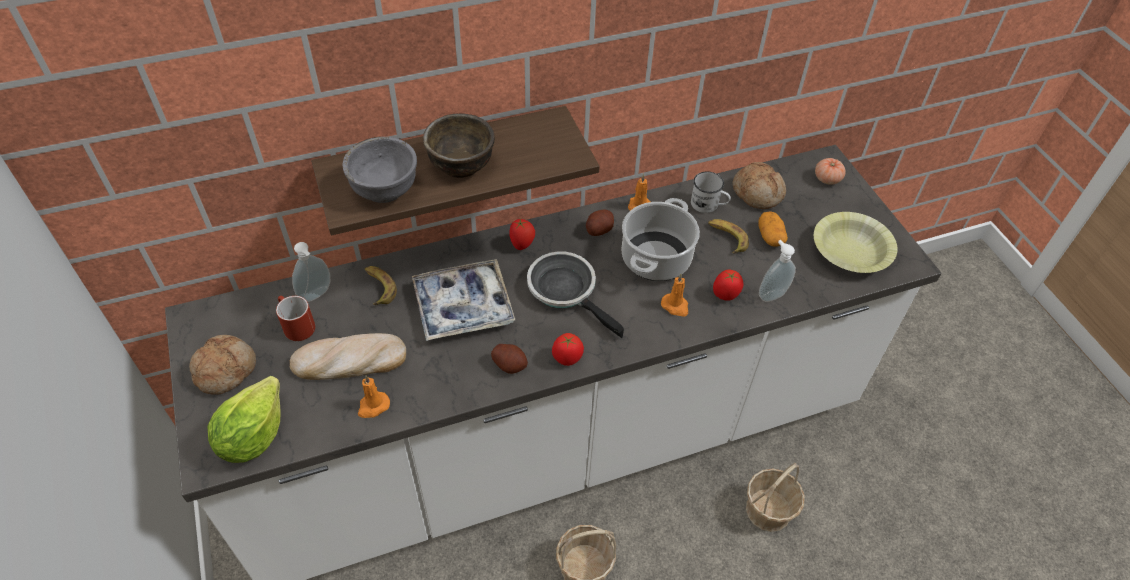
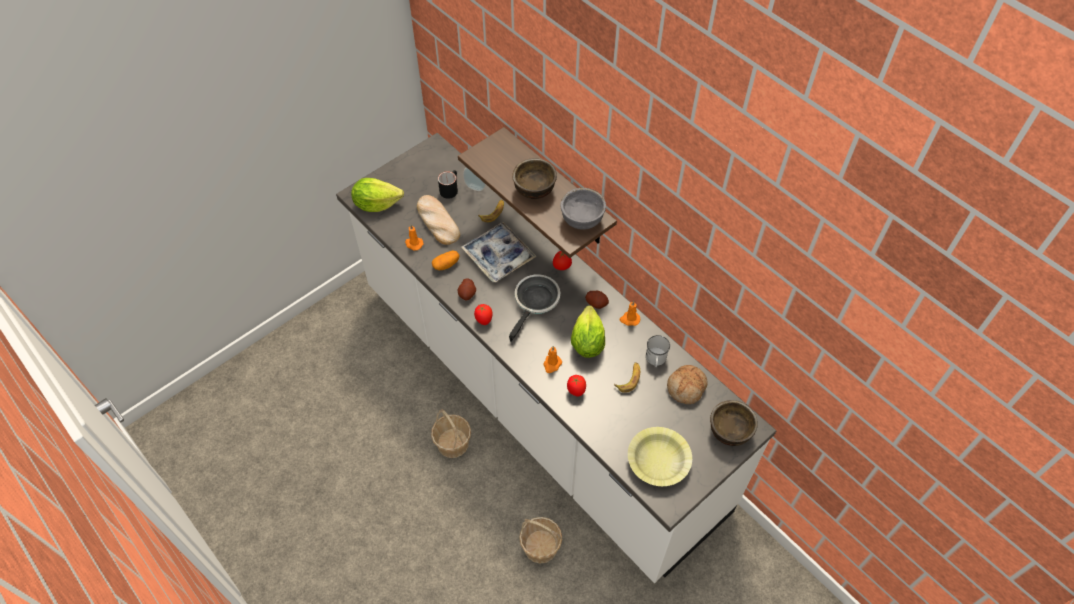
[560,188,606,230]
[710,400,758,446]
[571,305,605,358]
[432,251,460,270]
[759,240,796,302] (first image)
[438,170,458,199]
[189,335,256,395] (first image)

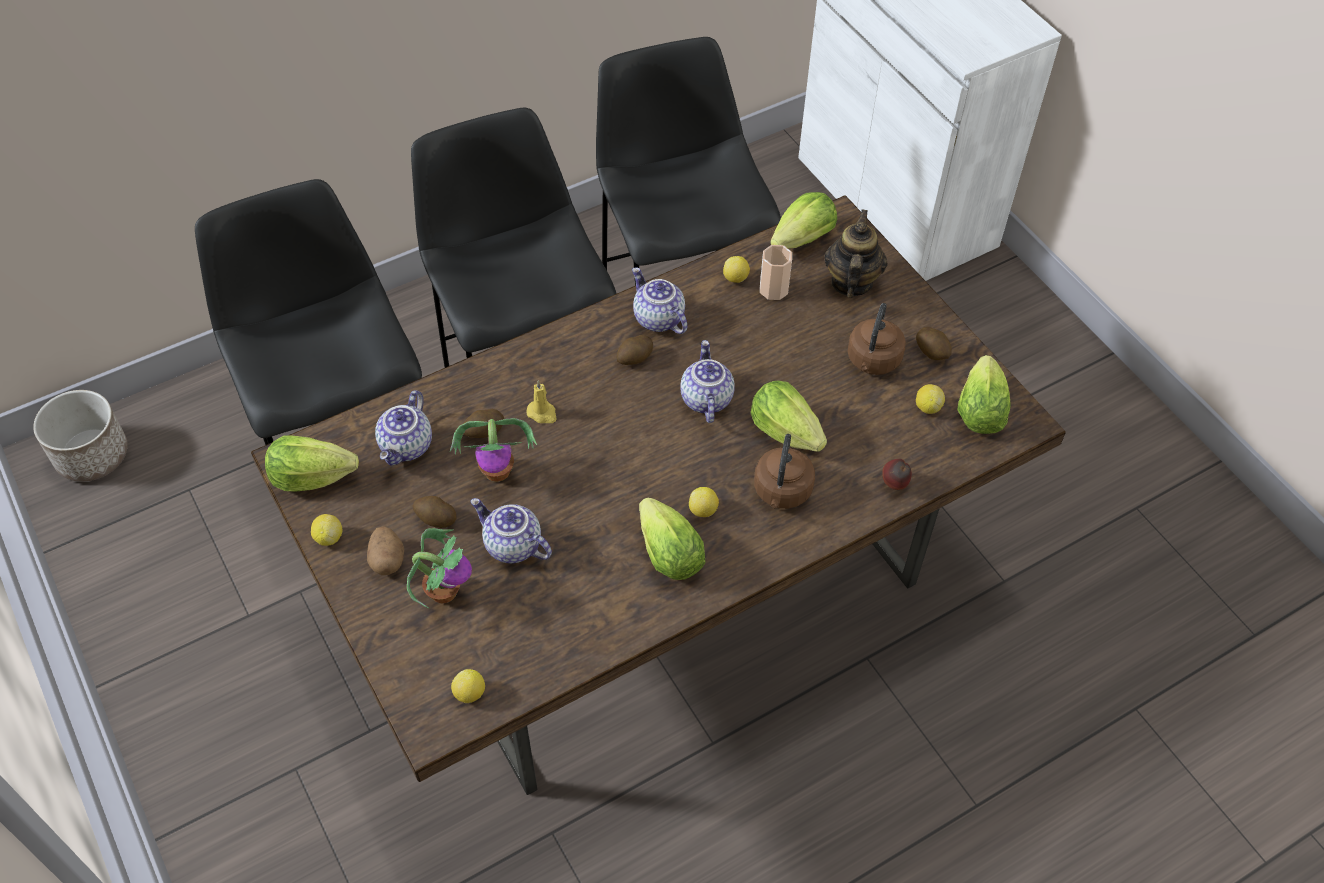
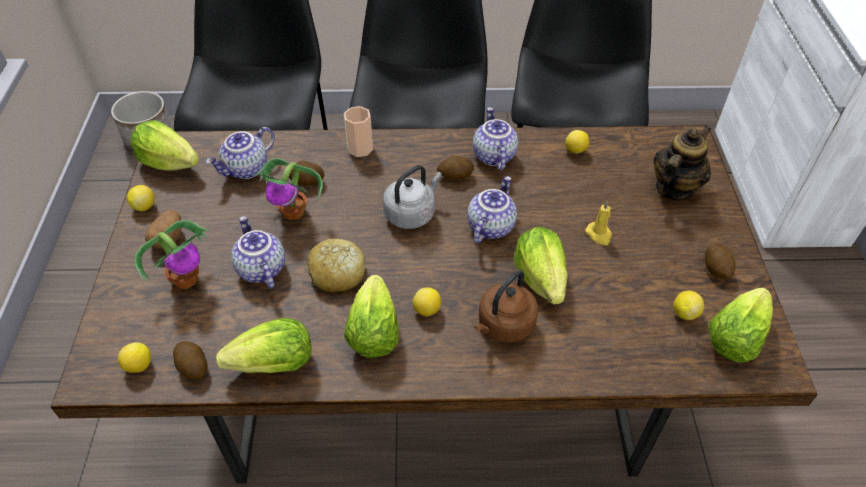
[216,318,311,373]
[344,106,373,157]
[847,303,906,375] (first image)
[585,201,612,245]
[882,459,912,490] (first image)
[173,341,208,380]
[383,165,442,229]
[307,238,365,292]

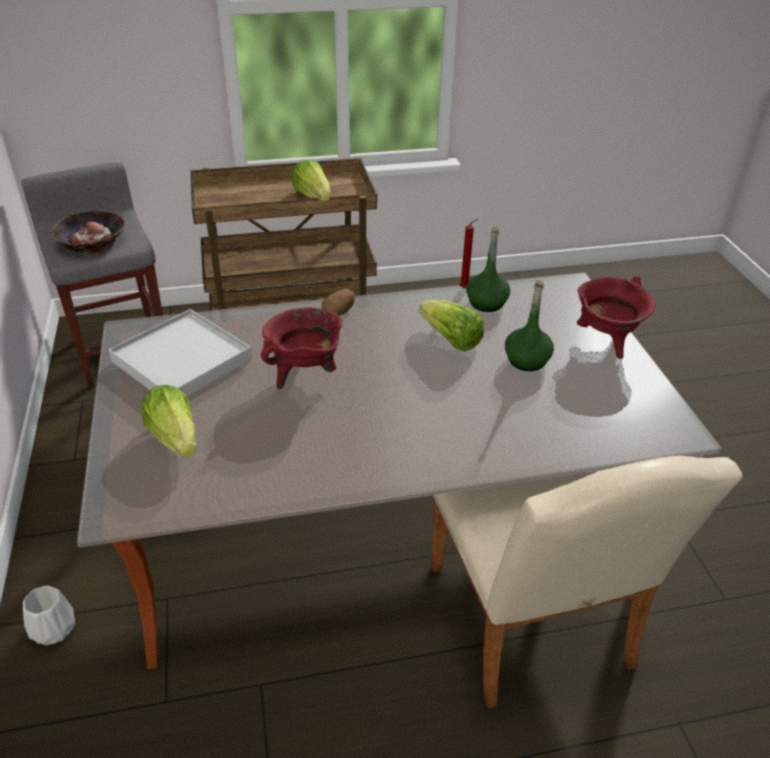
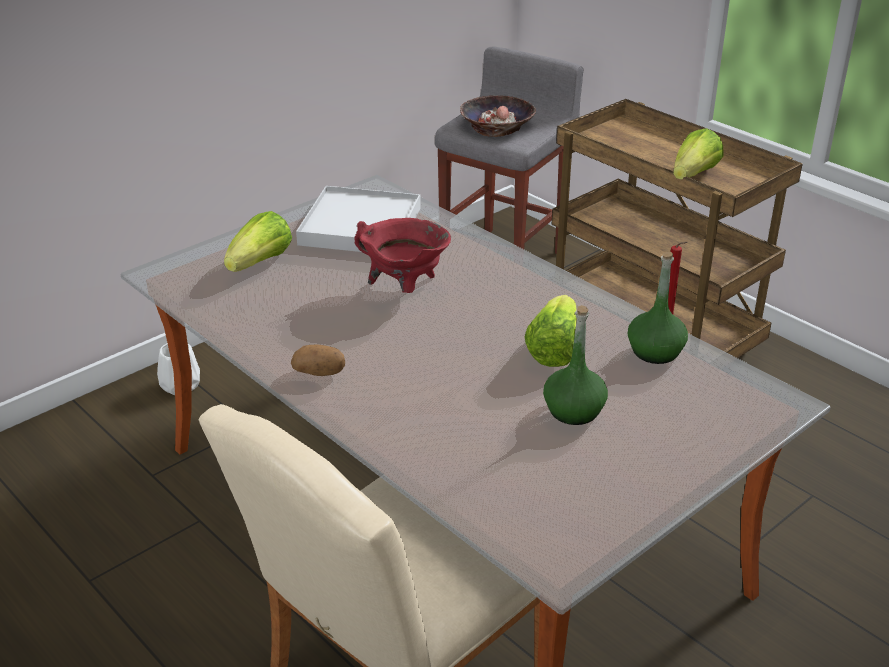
[577,276,655,359] (first image)
[291,345,345,376]

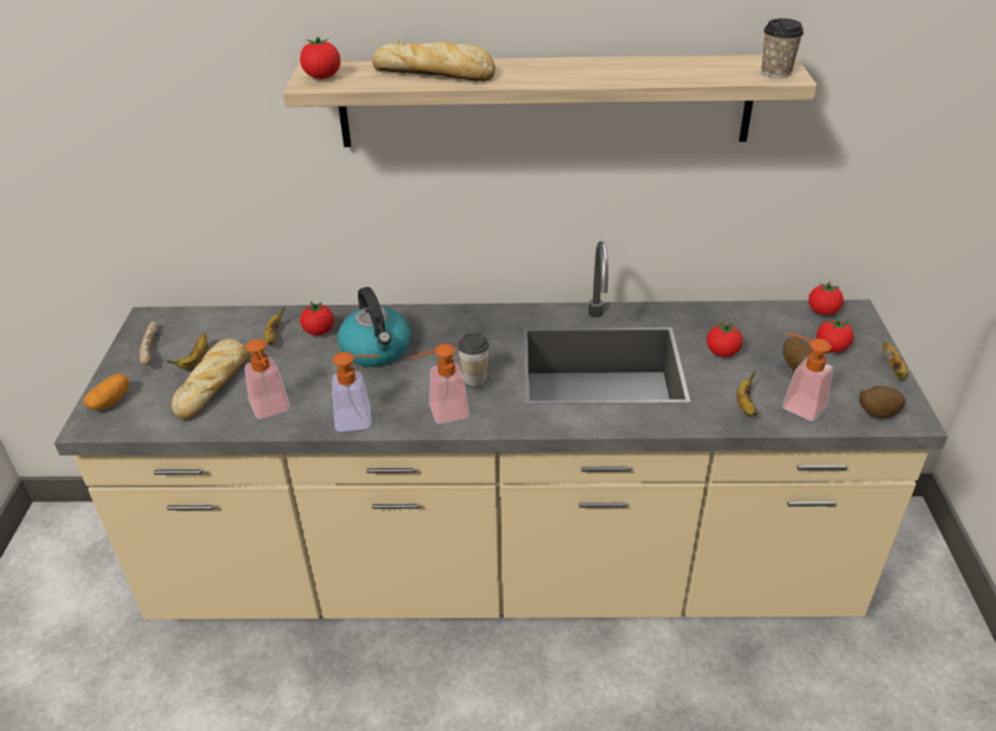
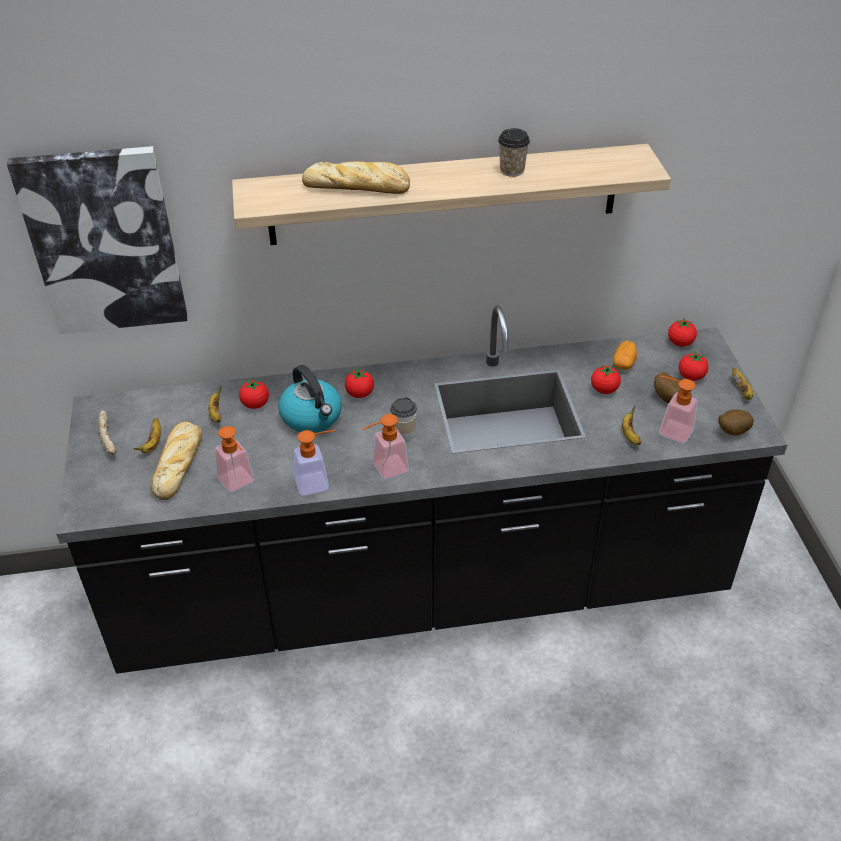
[498,128,530,177]
[345,368,374,398]
[56,306,787,674]
[613,341,637,370]
[7,146,187,334]

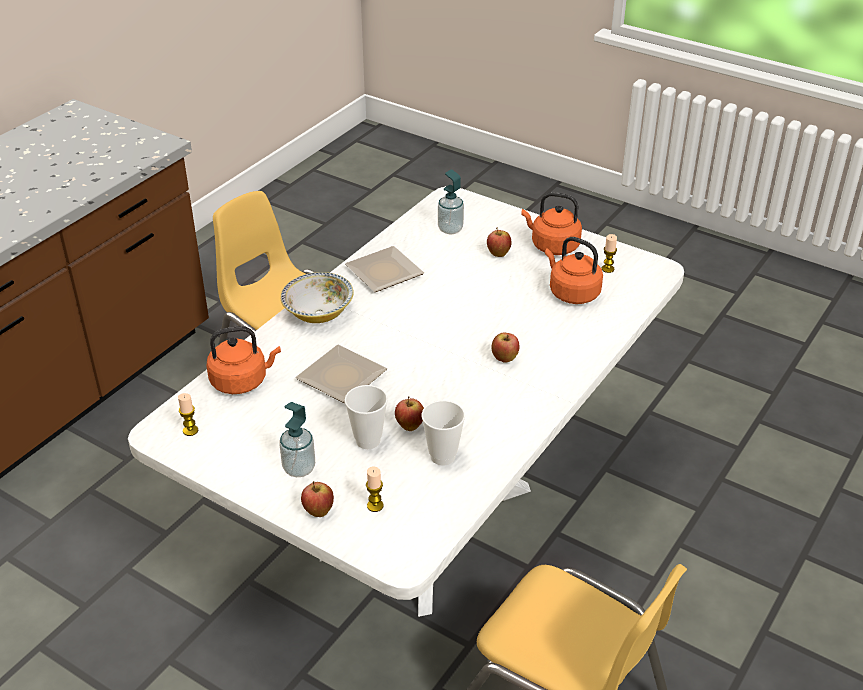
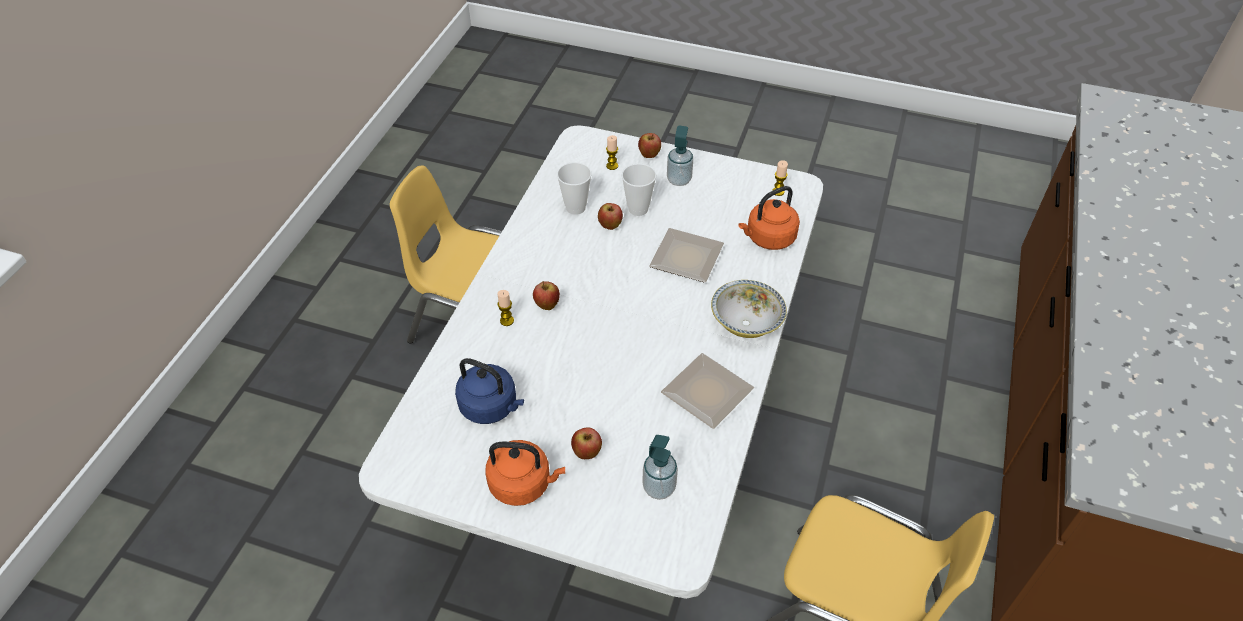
[497,290,514,326]
[455,358,524,424]

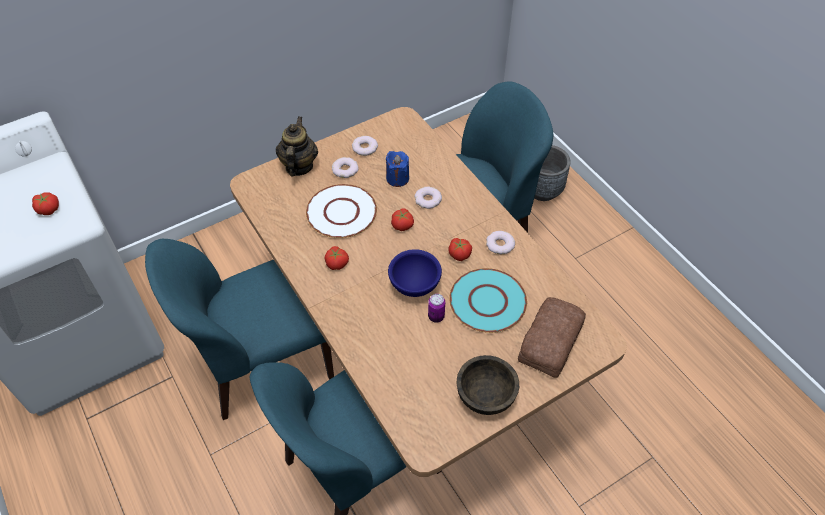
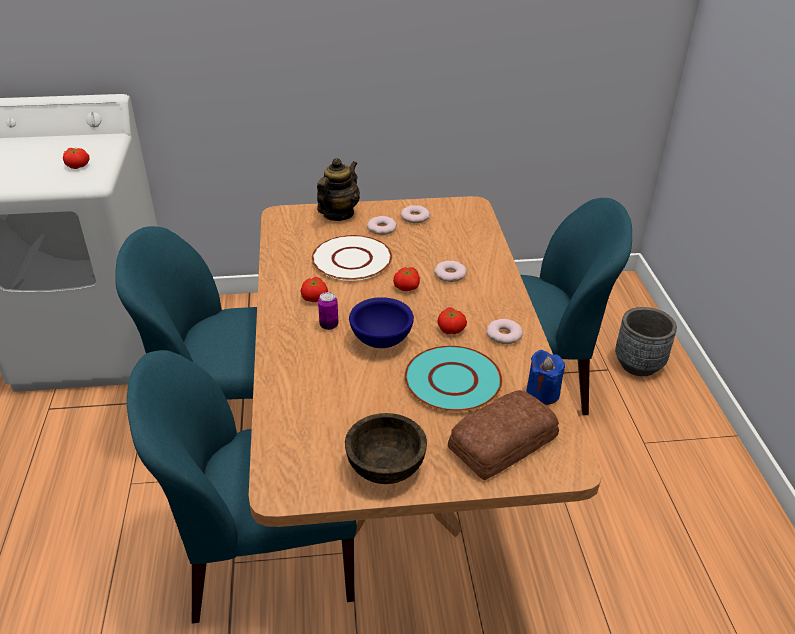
[526,350,565,405]
[318,292,338,330]

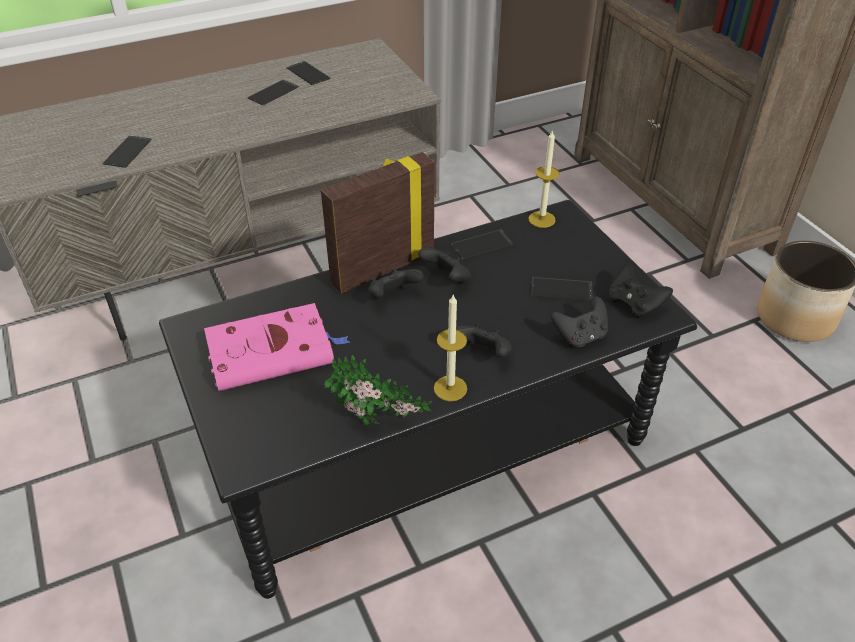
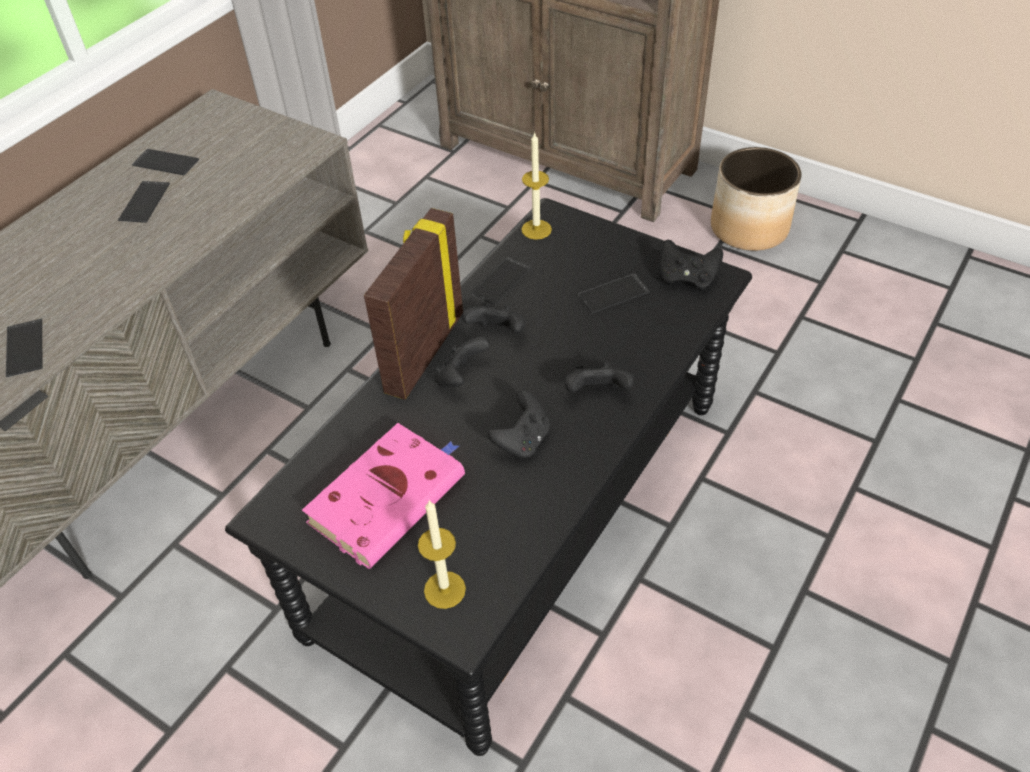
[418,500,466,609]
[488,390,550,459]
[324,355,432,426] (first image)

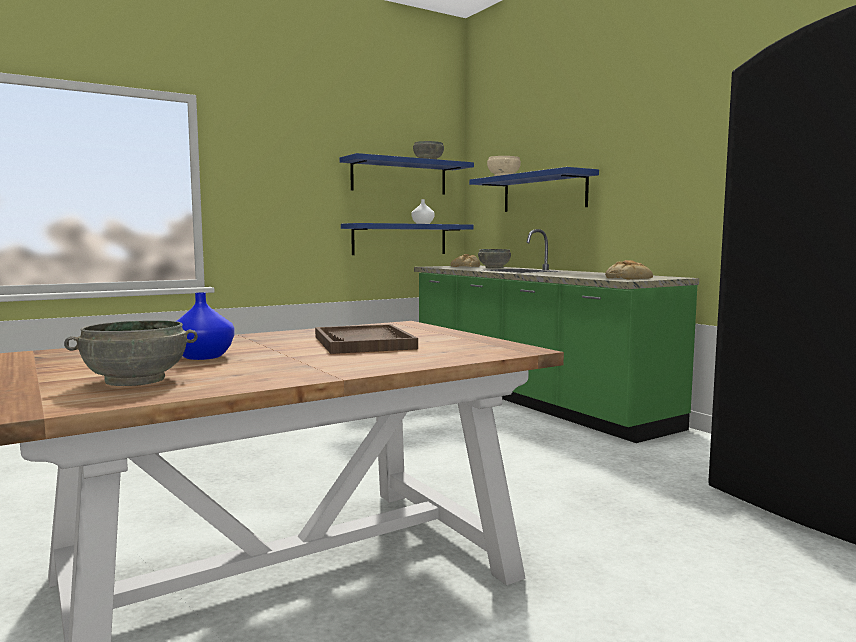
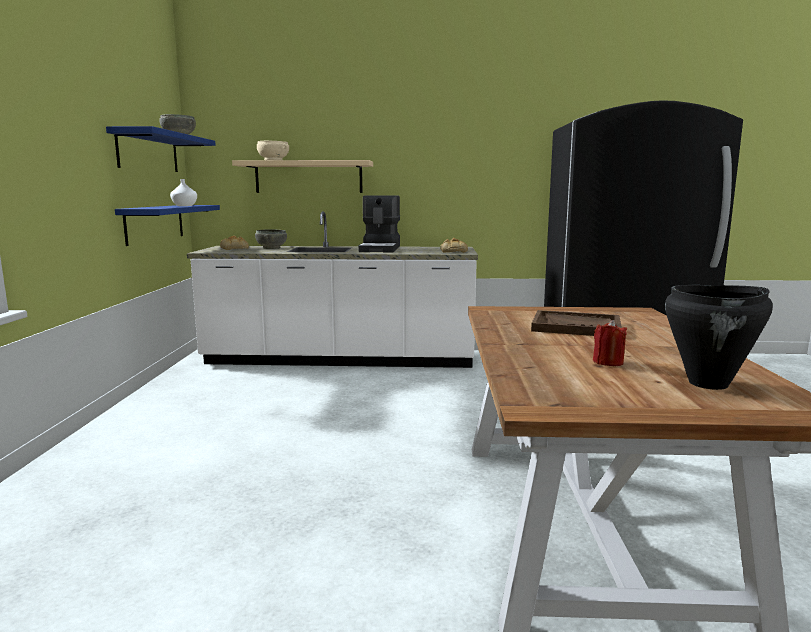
[232,160,373,193]
[187,211,478,368]
[593,320,627,366]
[665,285,773,390]
[359,195,400,253]

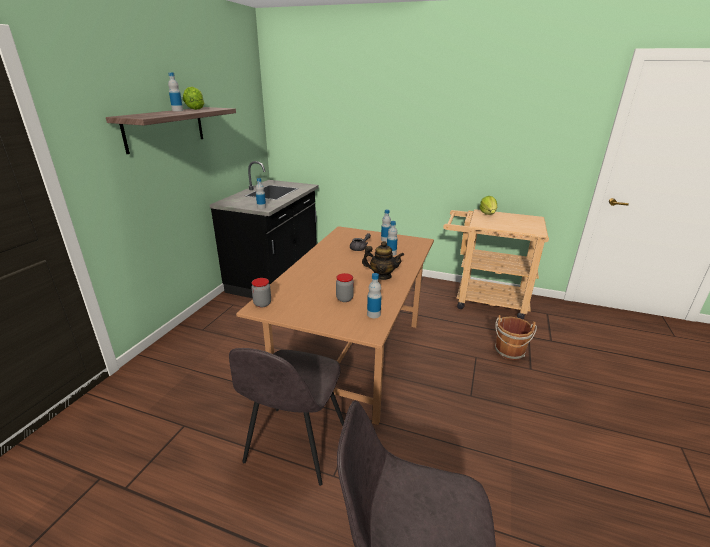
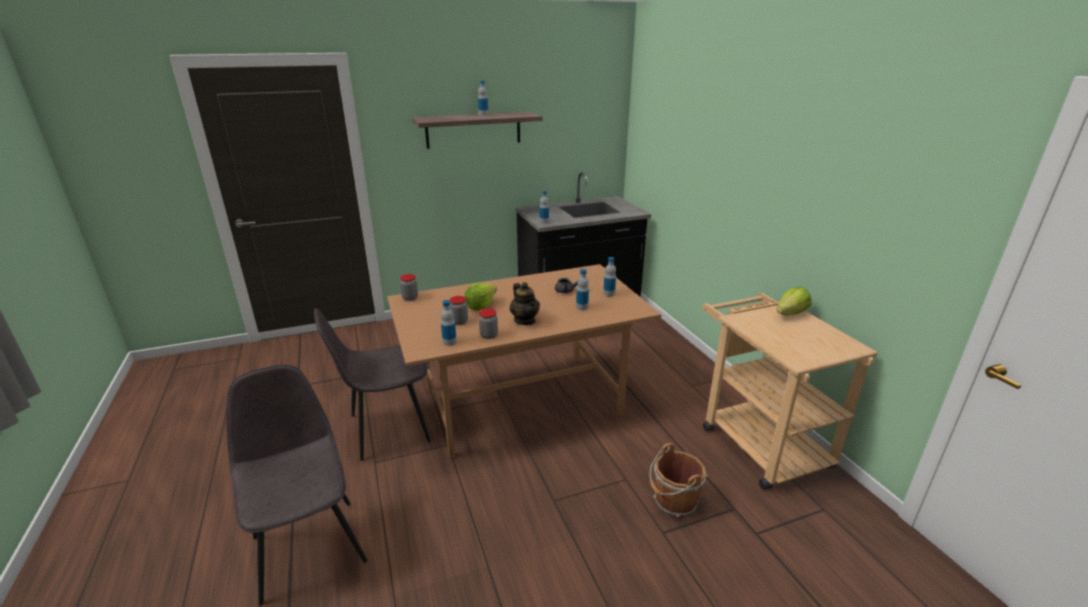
[465,283,497,310]
[479,309,498,339]

